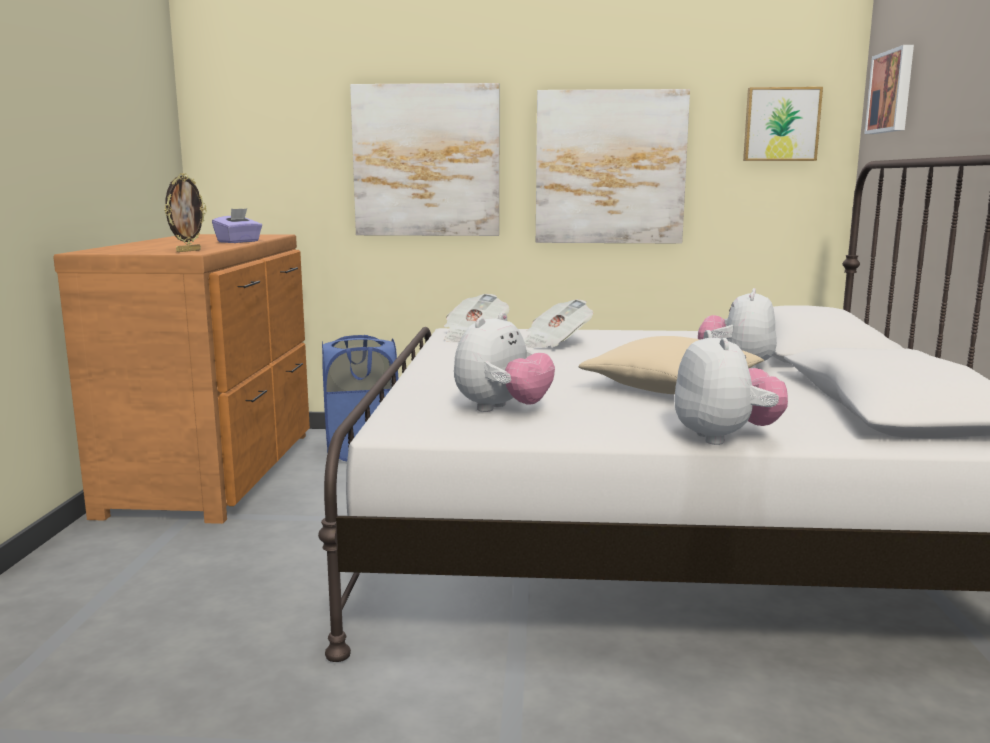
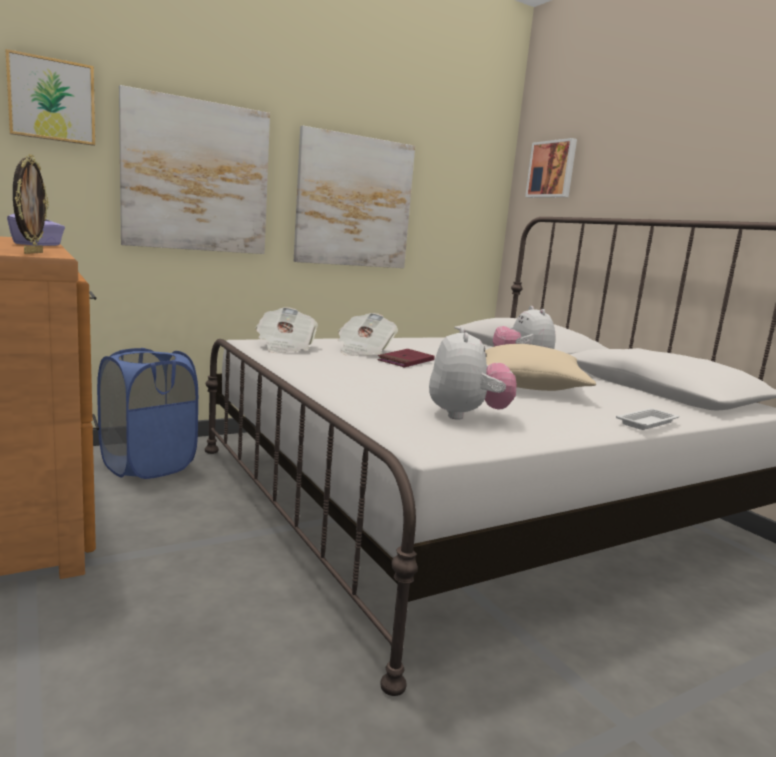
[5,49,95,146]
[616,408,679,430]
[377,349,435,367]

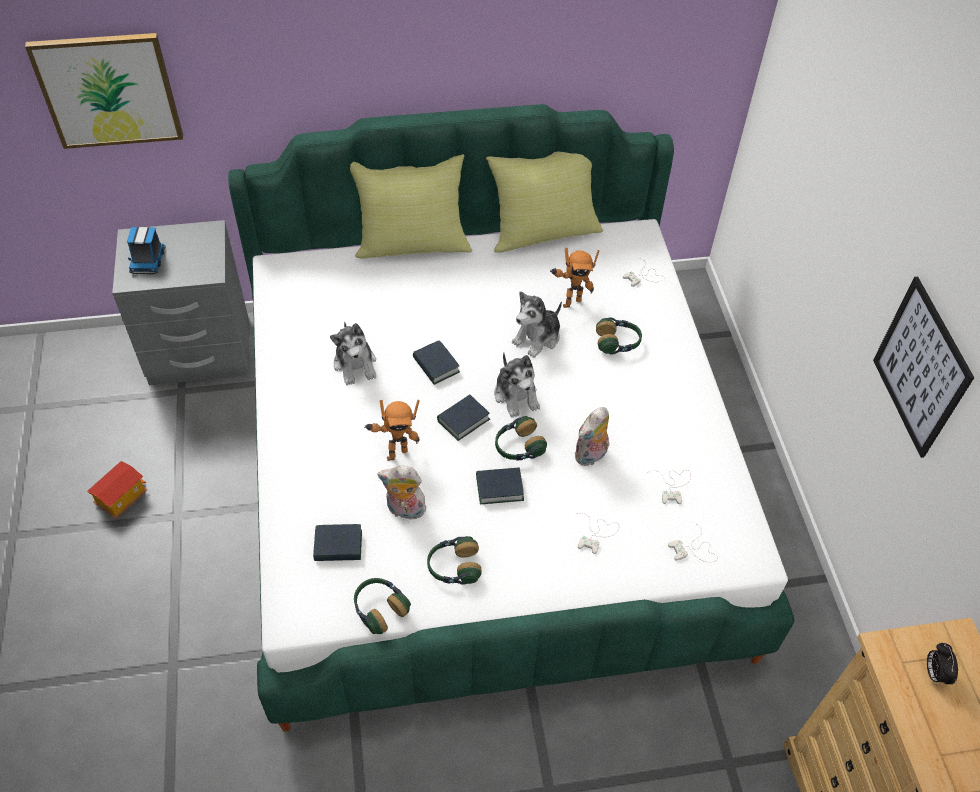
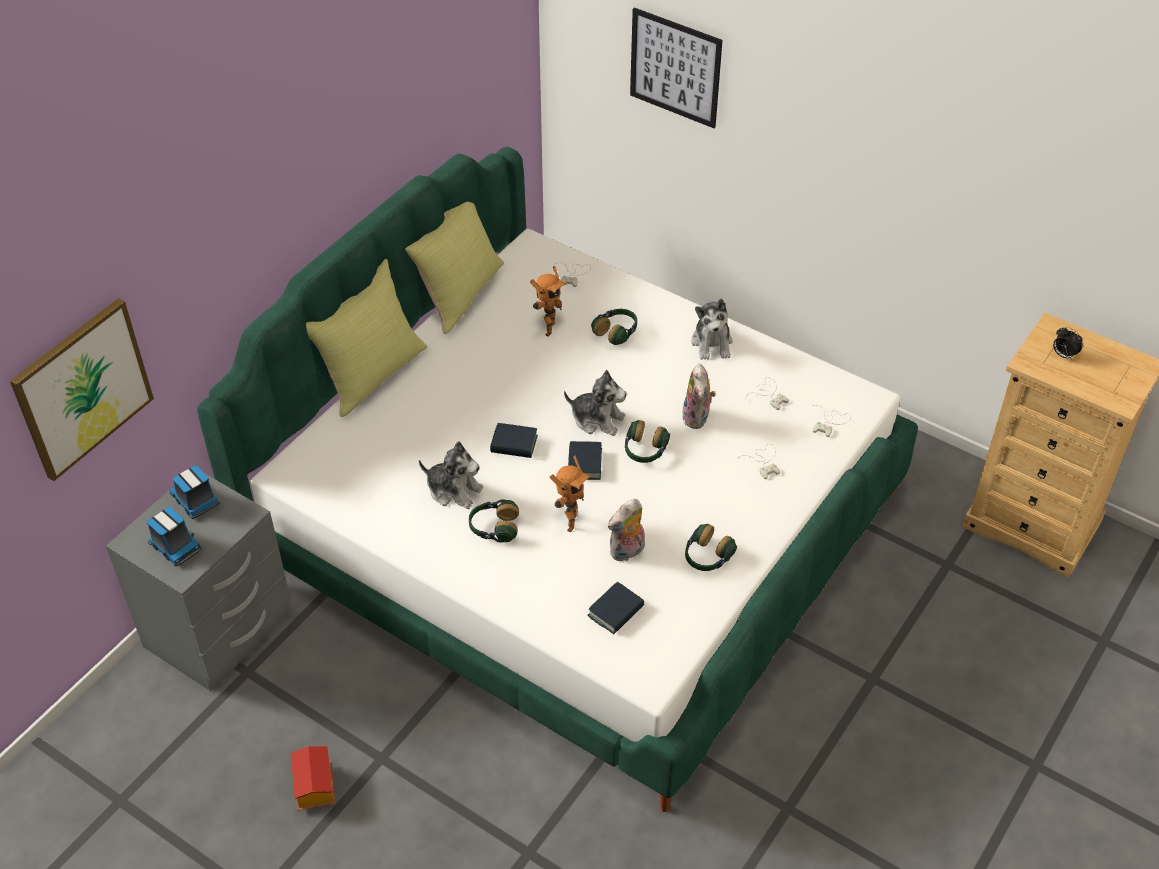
[630,7,723,128]
[691,299,733,360]
[476,467,524,504] (first image)
[469,499,519,543]
[170,465,220,519]

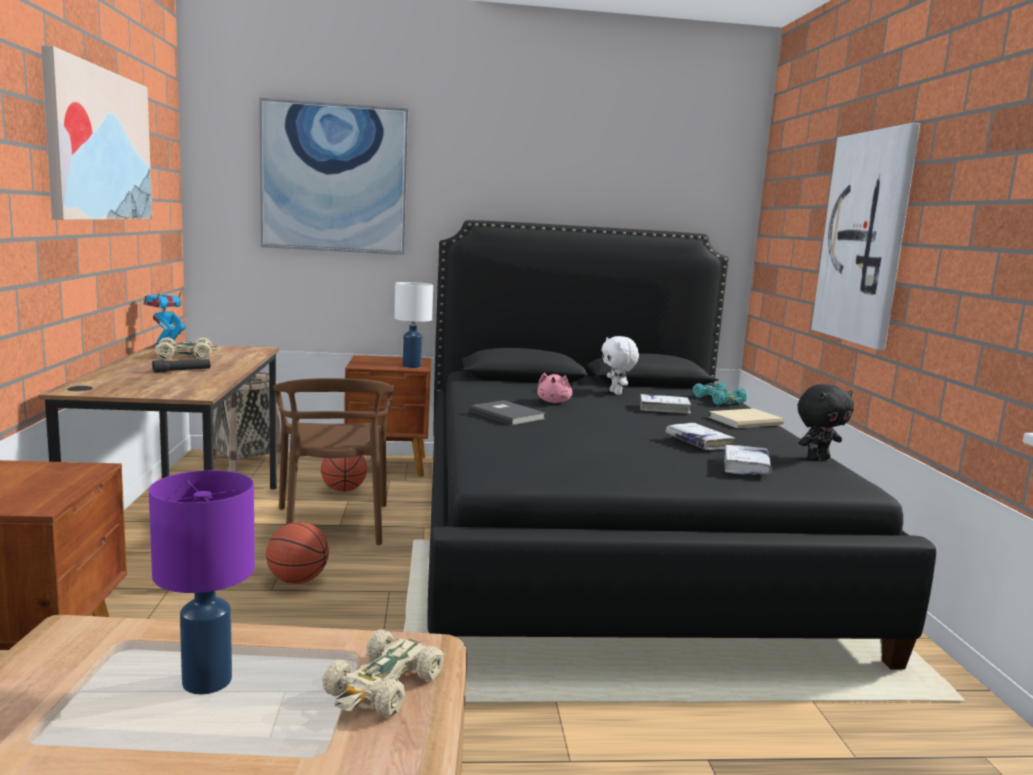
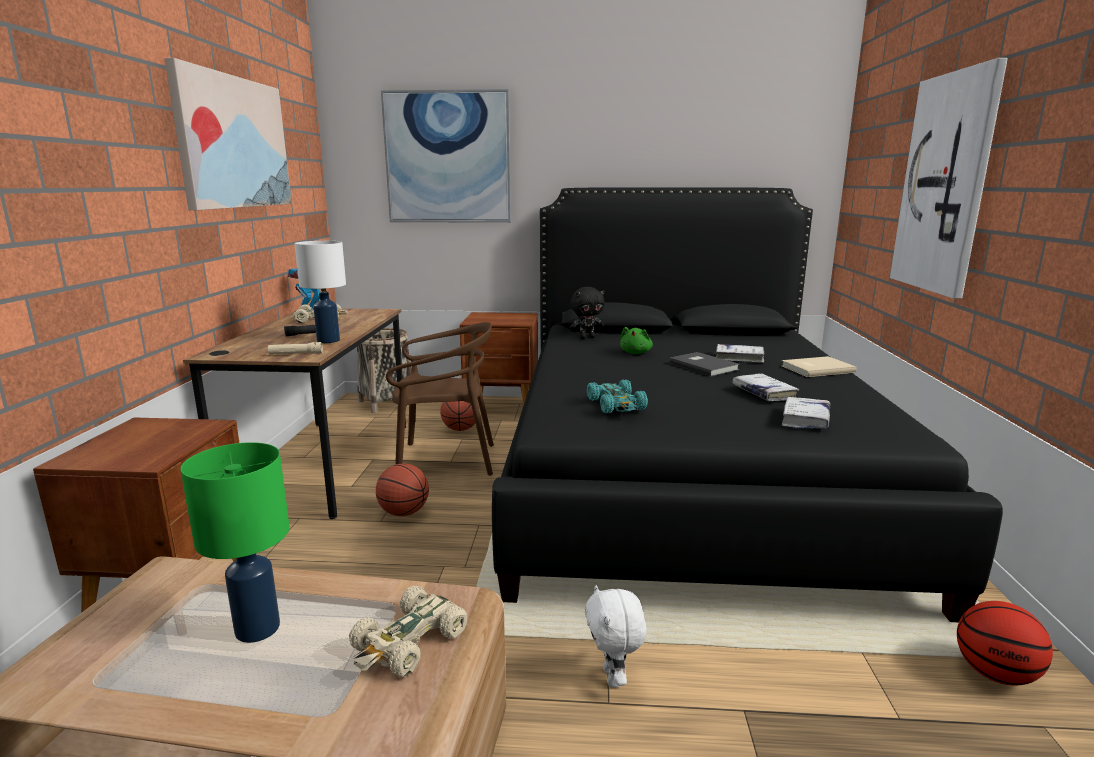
[294,241,346,343]
[585,585,647,688]
[620,327,653,354]
[386,322,494,476]
[587,379,648,413]
[570,287,605,339]
[669,352,740,376]
[180,442,290,643]
[268,342,323,354]
[957,601,1053,685]

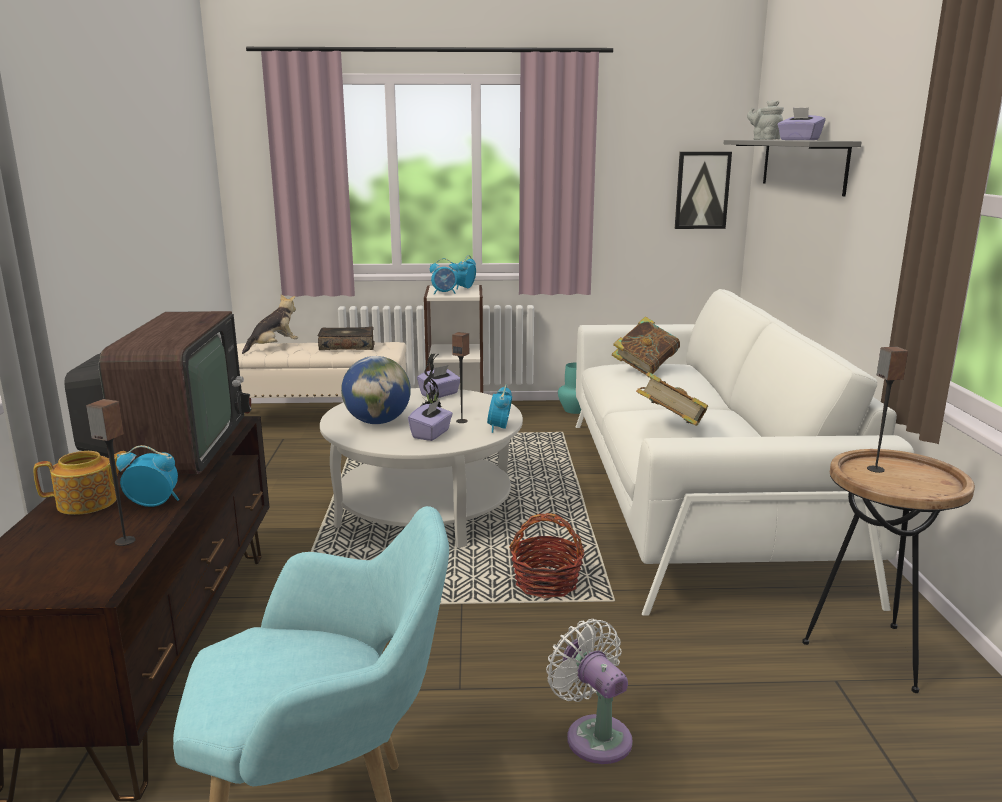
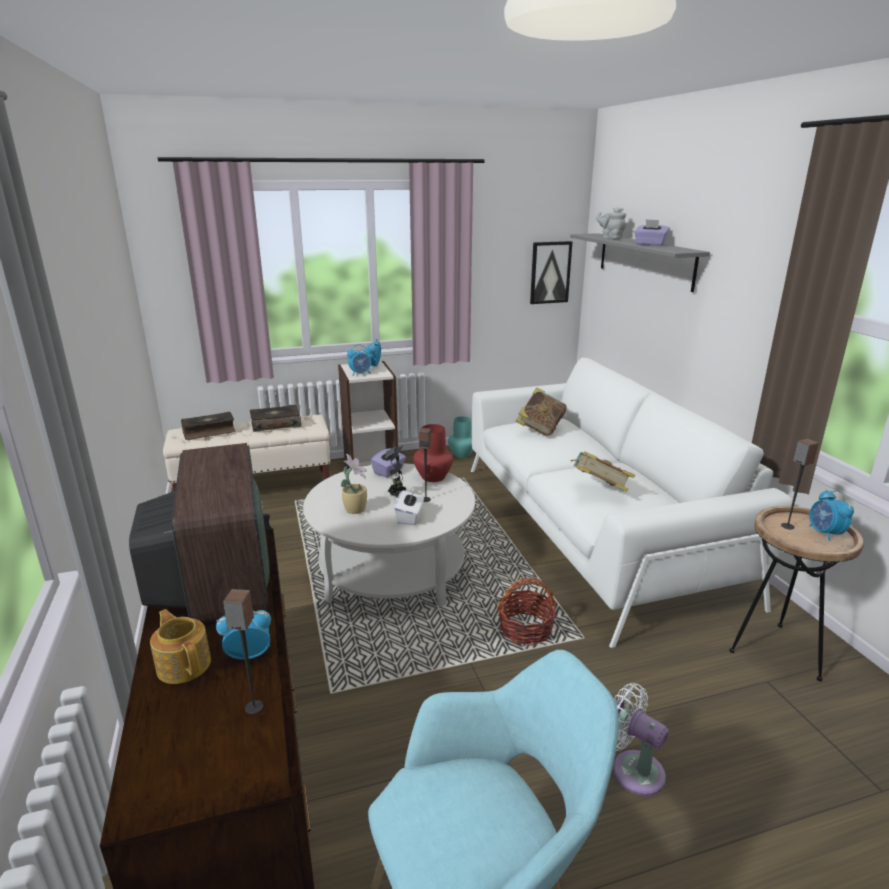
[181,412,236,440]
[341,454,367,514]
[809,490,854,541]
[394,489,424,525]
[150,609,211,684]
[413,424,453,482]

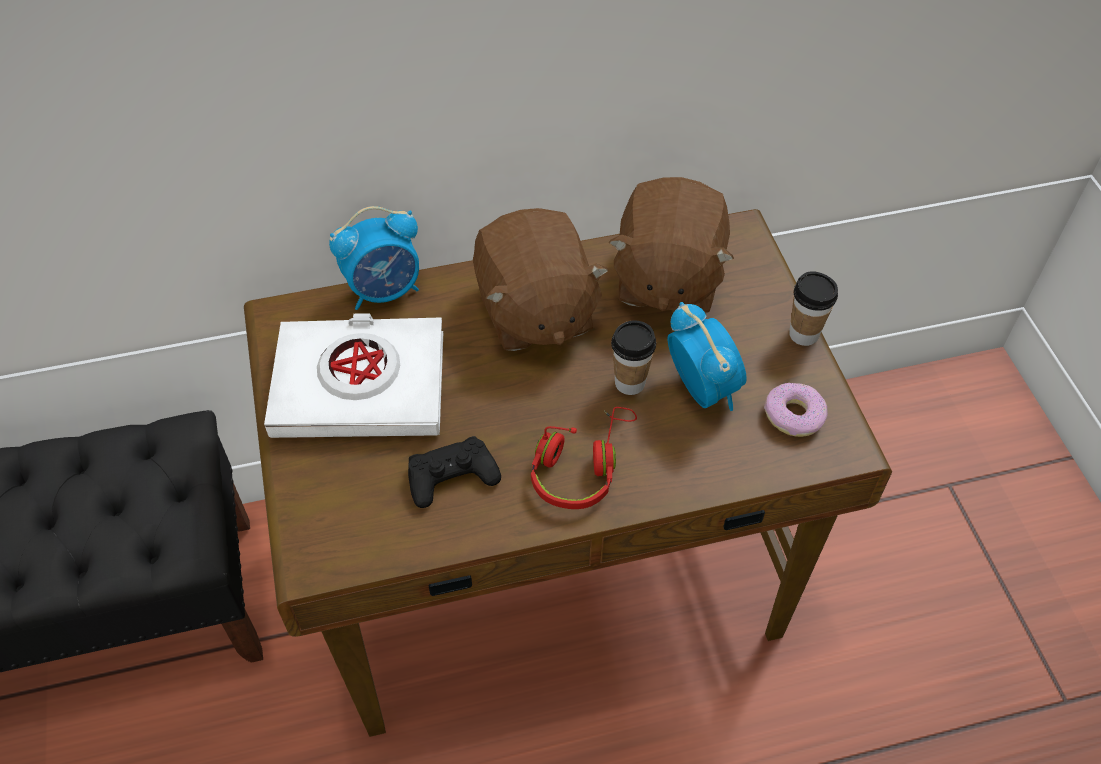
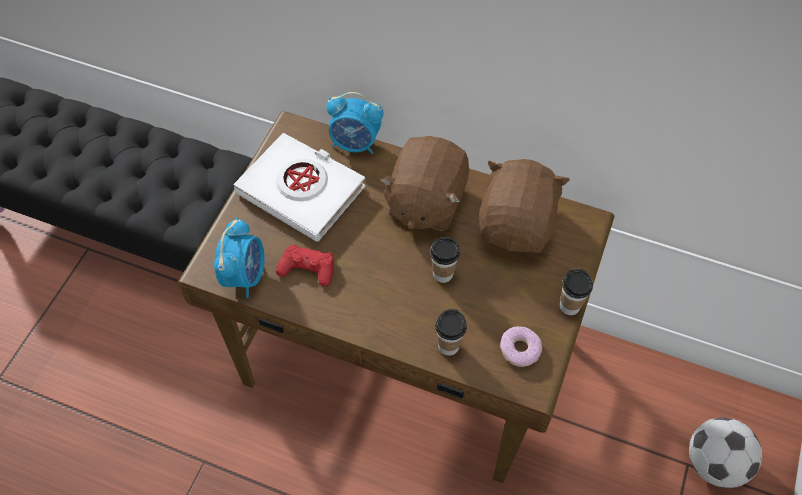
[479,159,570,253]
[214,218,265,298]
[531,407,637,509] (first image)
[276,244,334,287]
[435,309,467,356]
[689,417,762,488]

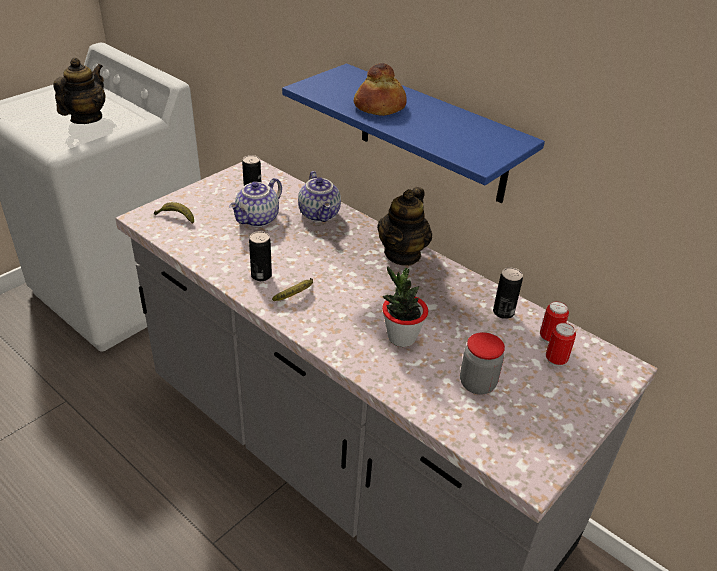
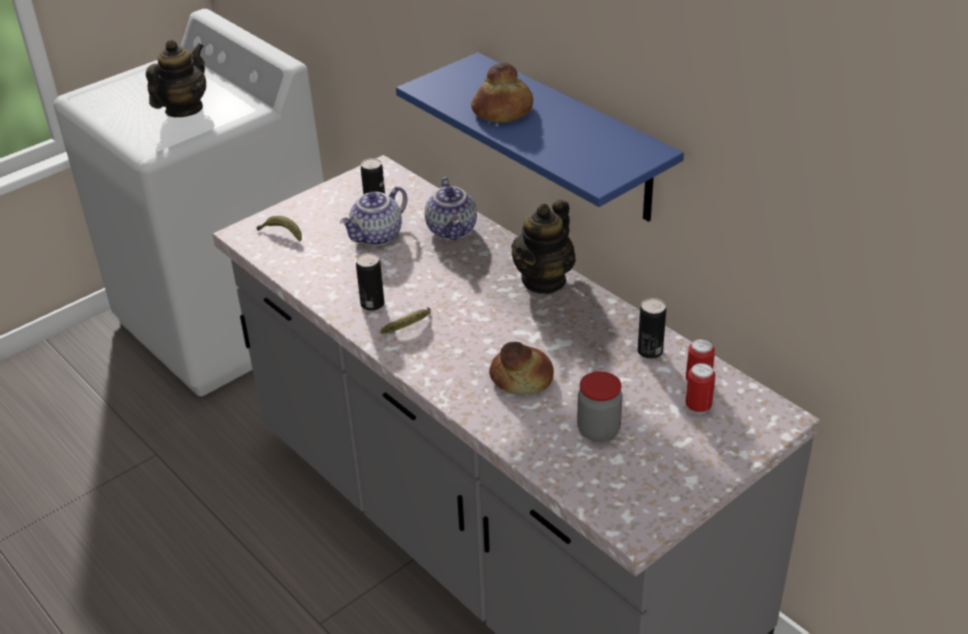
[489,342,554,395]

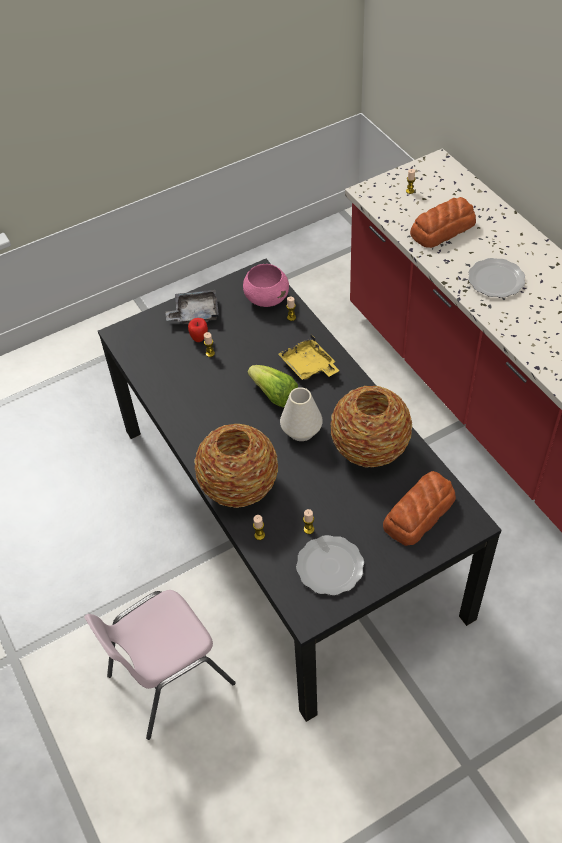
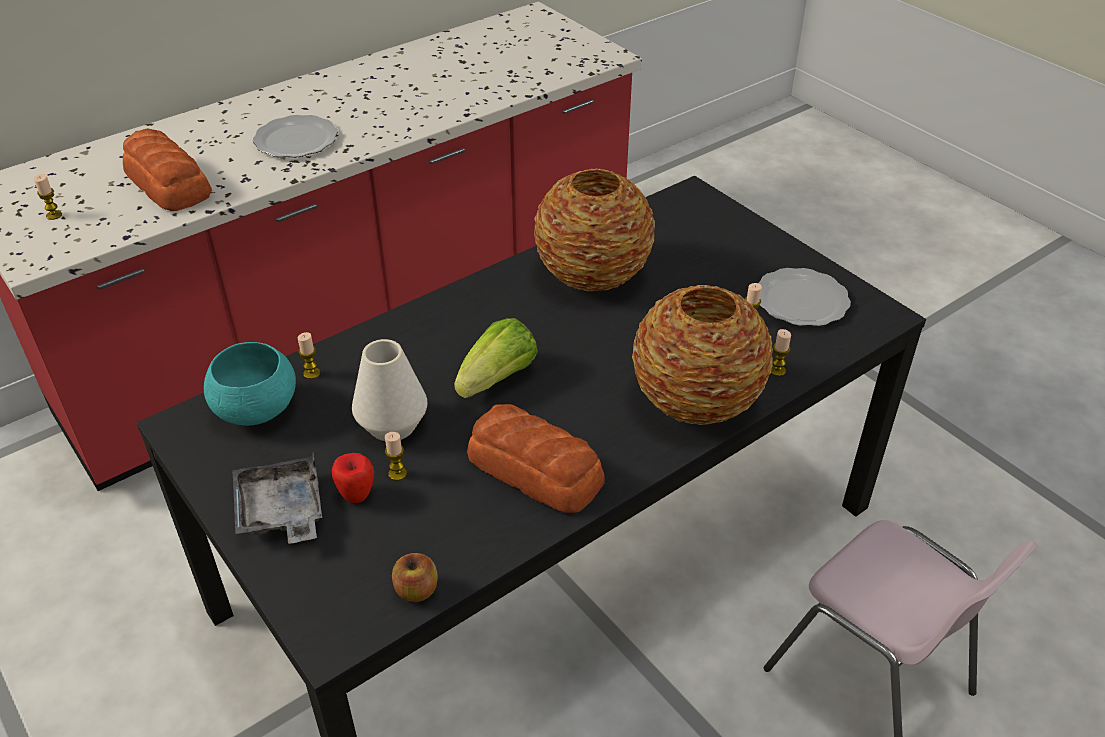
[204,342,296,426]
[278,334,340,380] (first image)
[352,339,427,441]
[467,404,605,513]
[392,553,438,602]

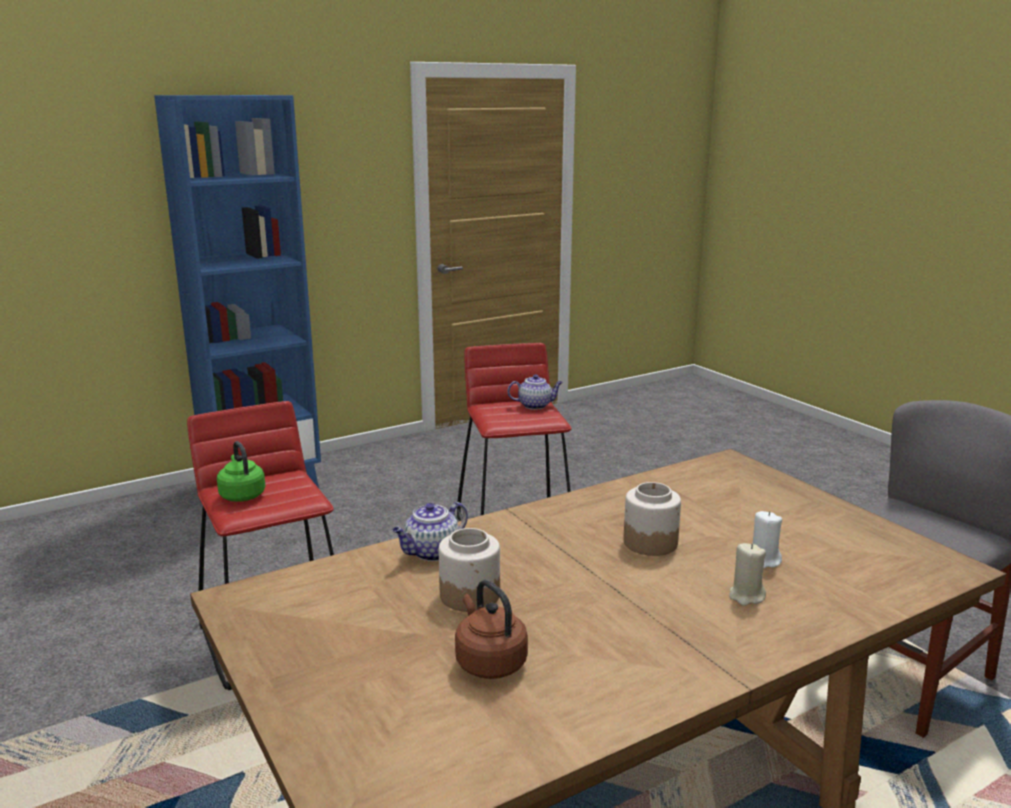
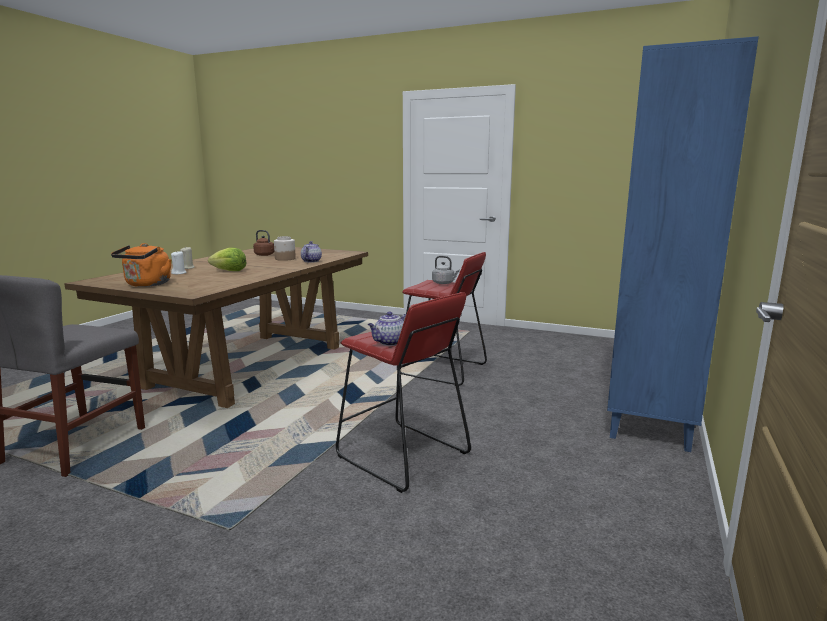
[432,256,460,284]
[208,248,246,271]
[111,243,172,287]

